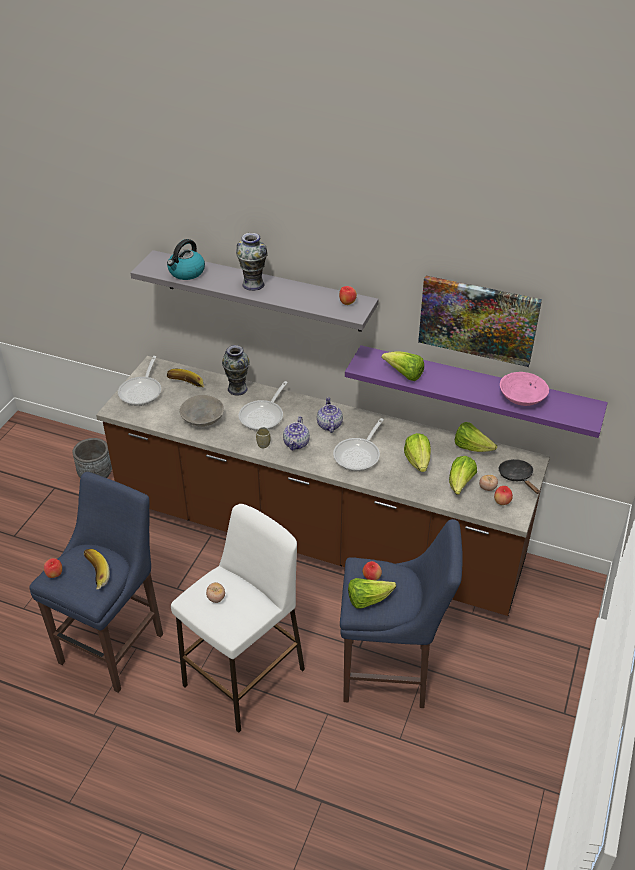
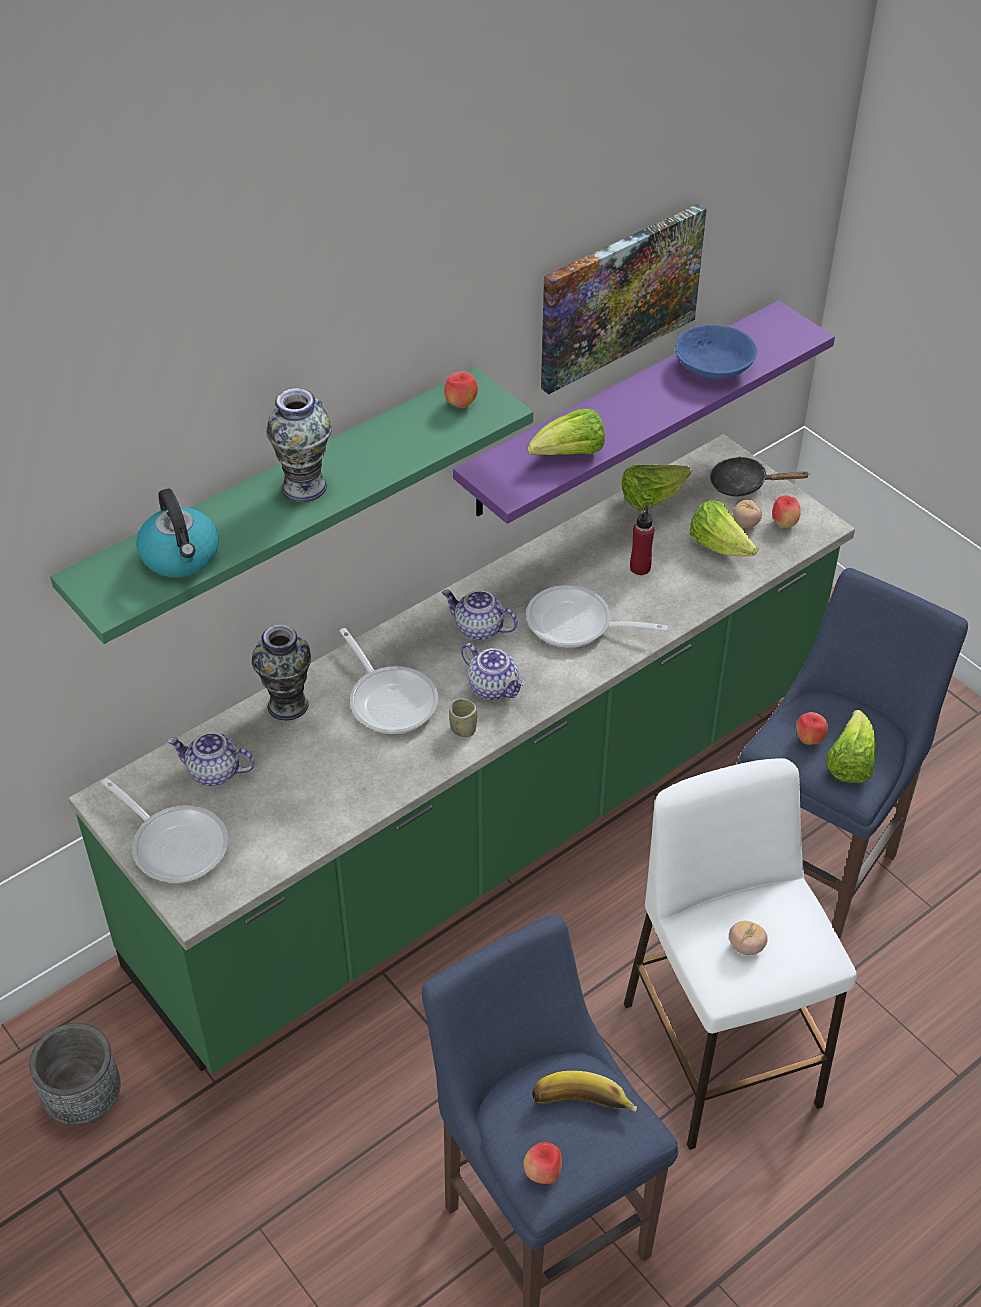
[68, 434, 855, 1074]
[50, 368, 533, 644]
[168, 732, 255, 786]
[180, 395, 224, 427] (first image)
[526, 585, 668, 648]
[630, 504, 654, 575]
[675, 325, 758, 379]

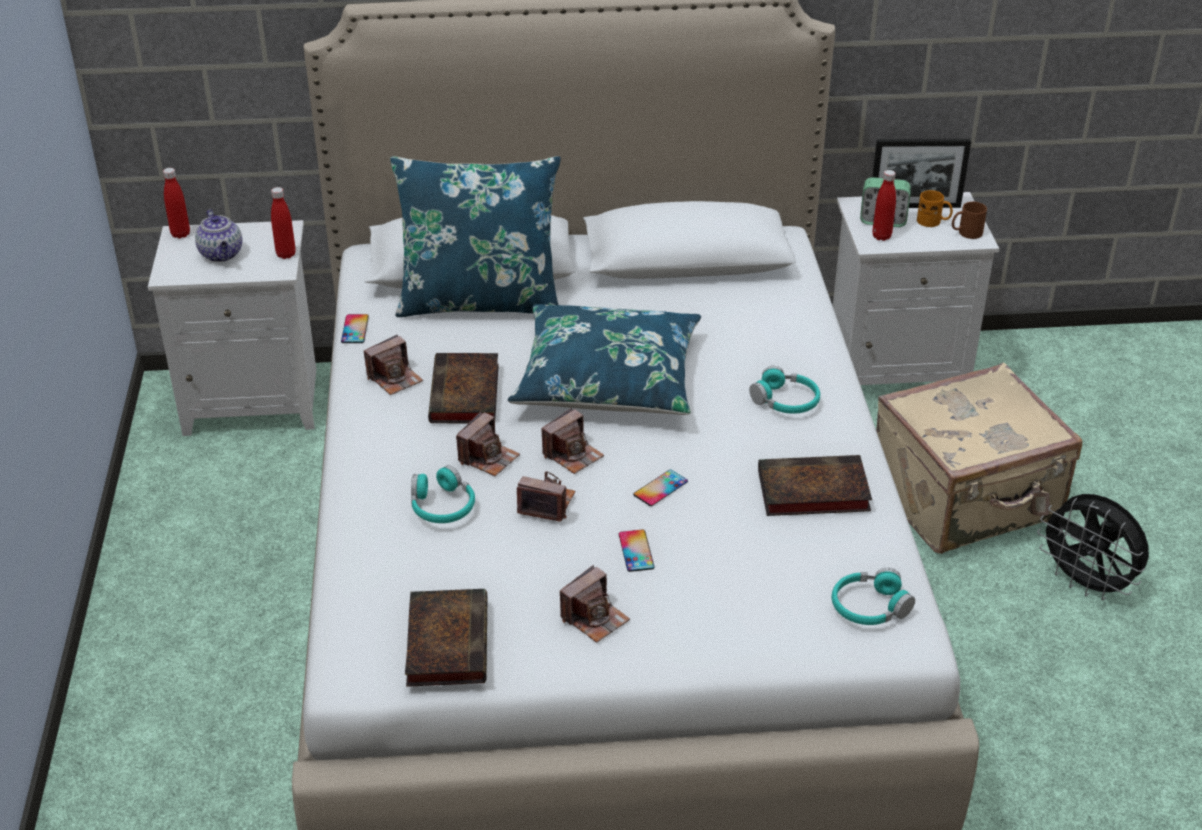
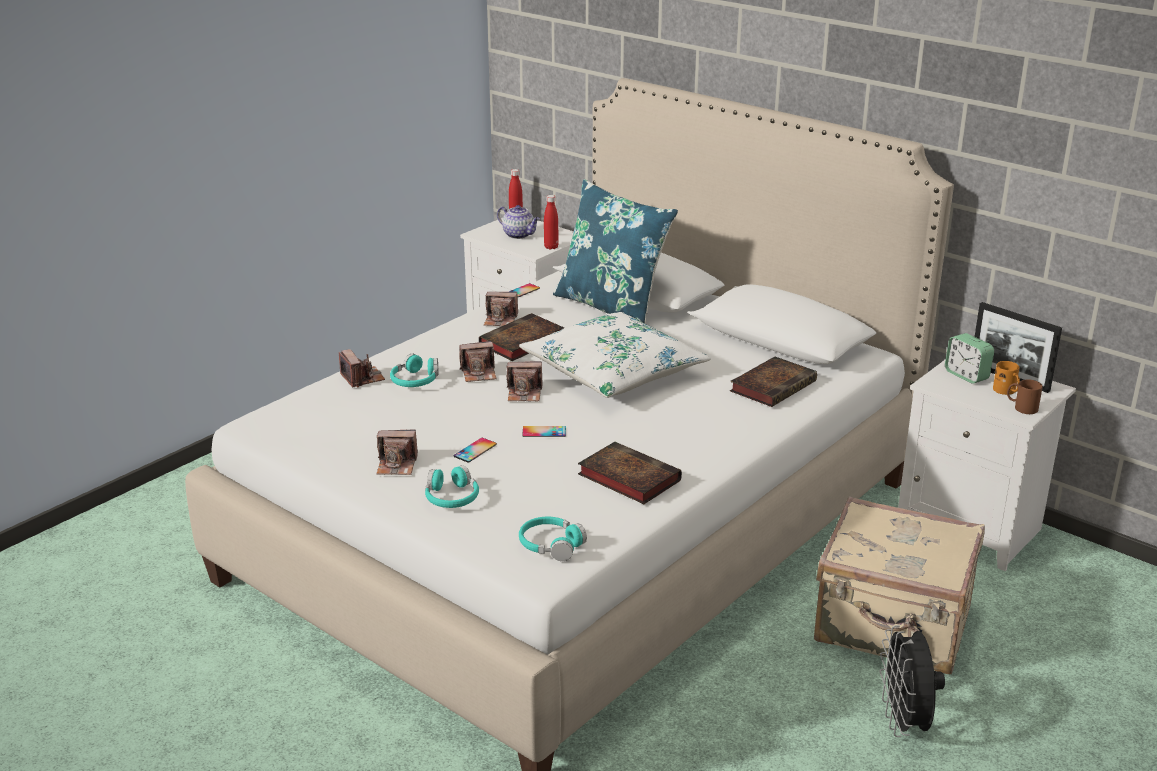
[497, 205, 540, 239]
[730, 357, 817, 407]
[519, 312, 711, 398]
[339, 349, 385, 387]
[425, 465, 479, 508]
[872, 170, 896, 241] (first image)

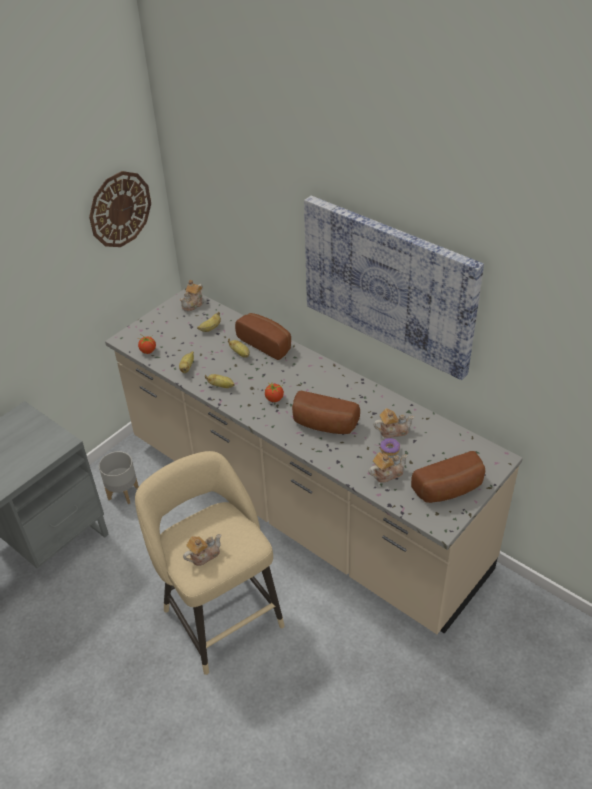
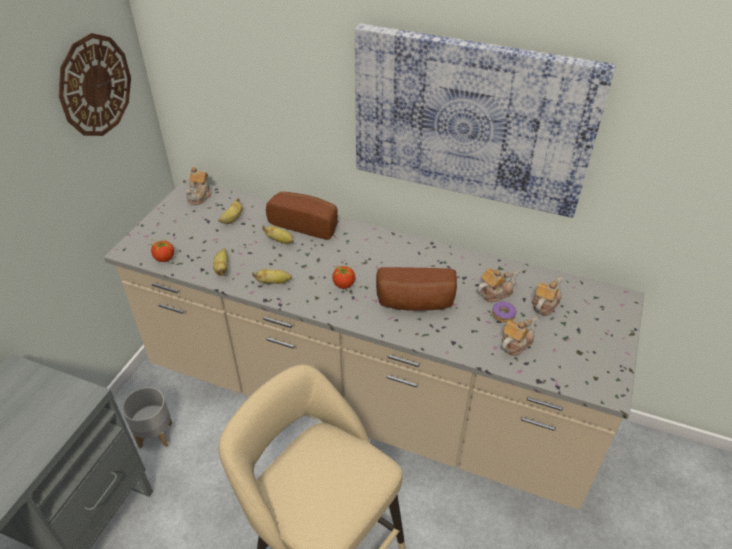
[531, 277, 562, 316]
[411, 451, 485, 503] (first image)

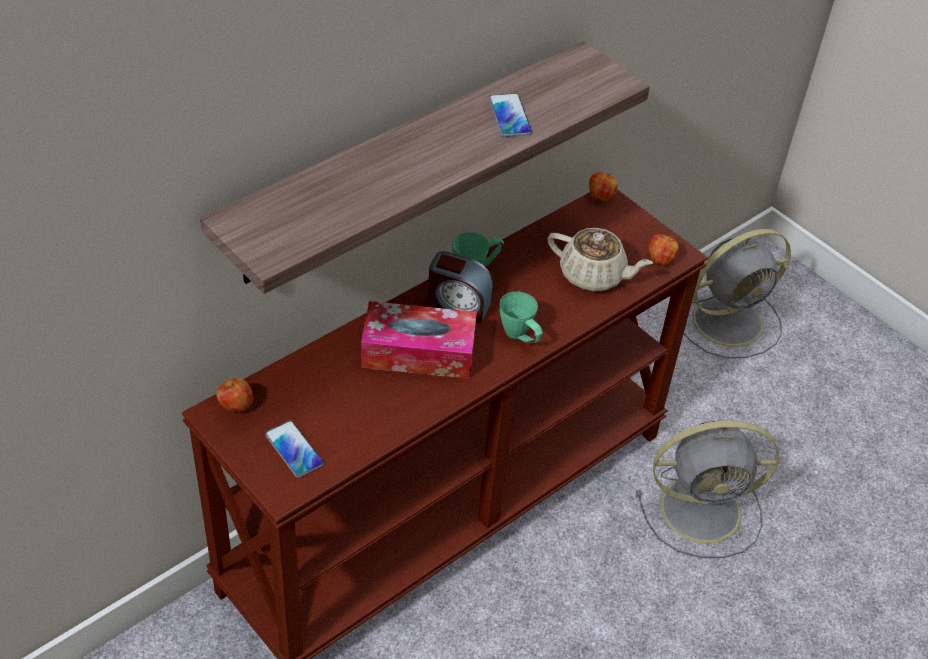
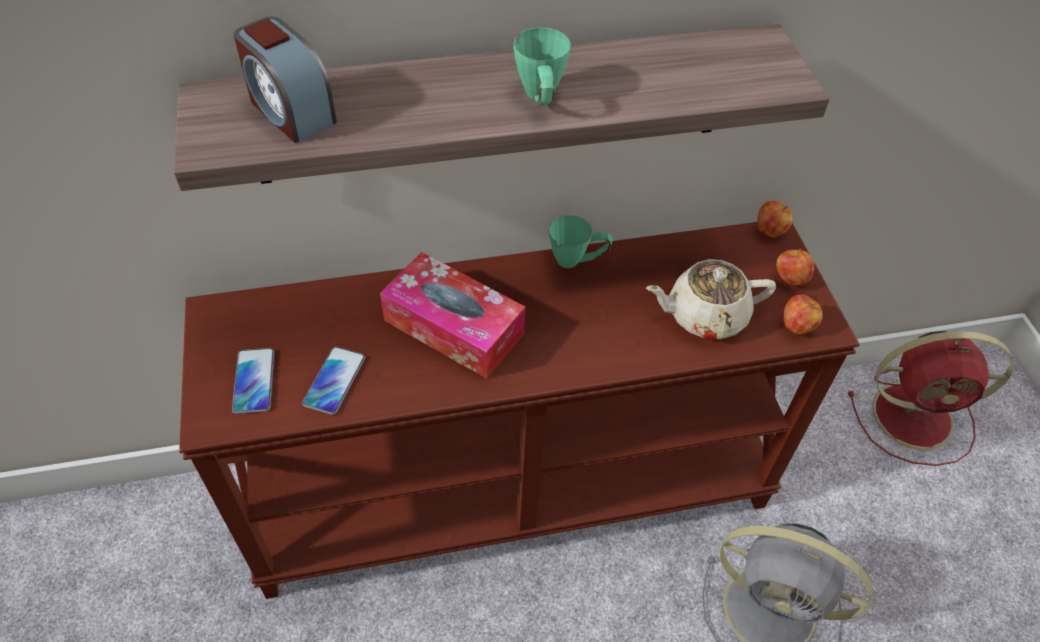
[776, 248, 814, 286]
[234, 17, 337, 143]
[302, 346, 365, 415]
[514, 27, 571, 106]
[646, 259, 776, 339]
[848, 331, 1014, 466]

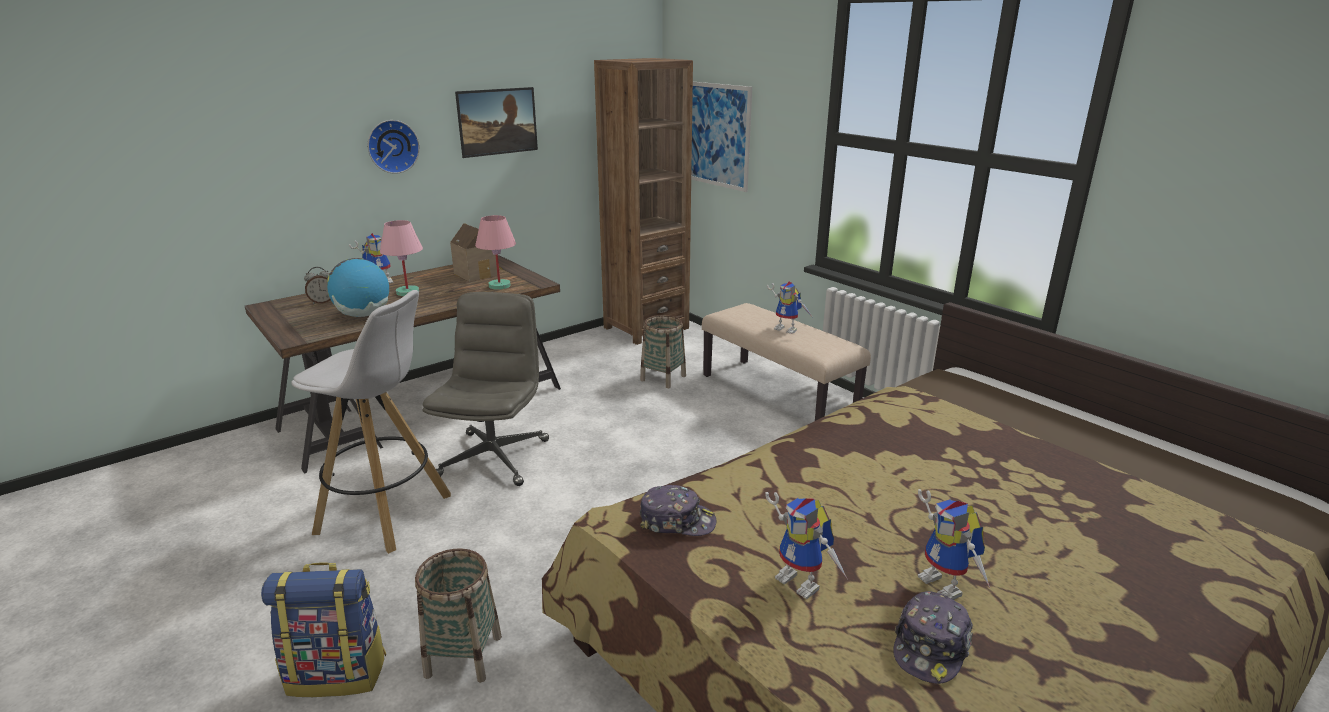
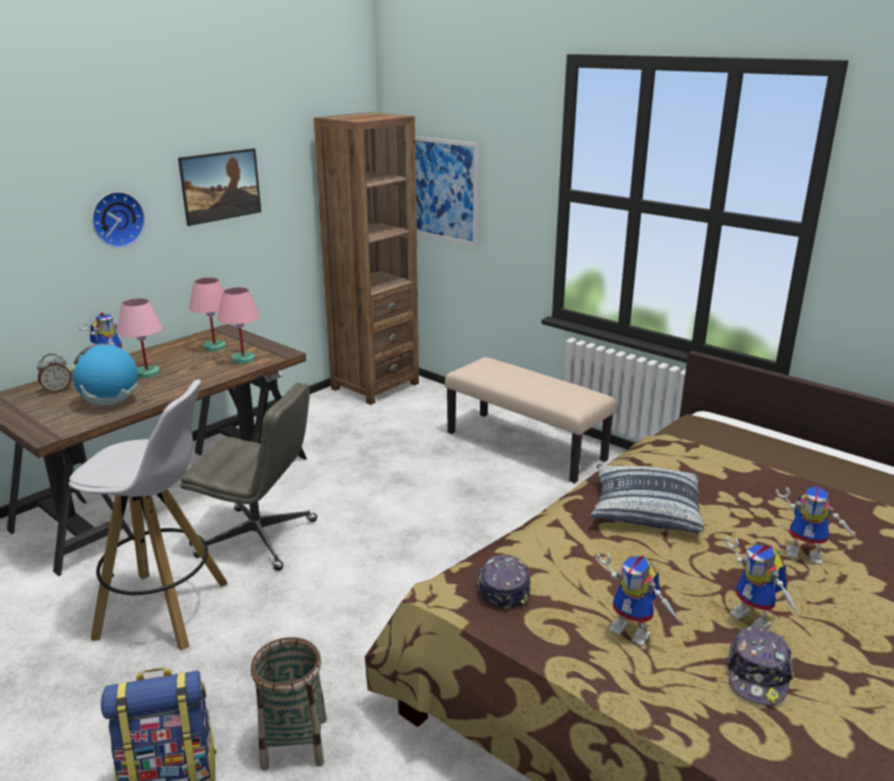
[180, 382, 317, 571]
[189, 277, 226, 351]
[640, 315, 686, 388] (first image)
[477, 554, 531, 609]
[776, 486, 857, 565]
[590, 464, 704, 532]

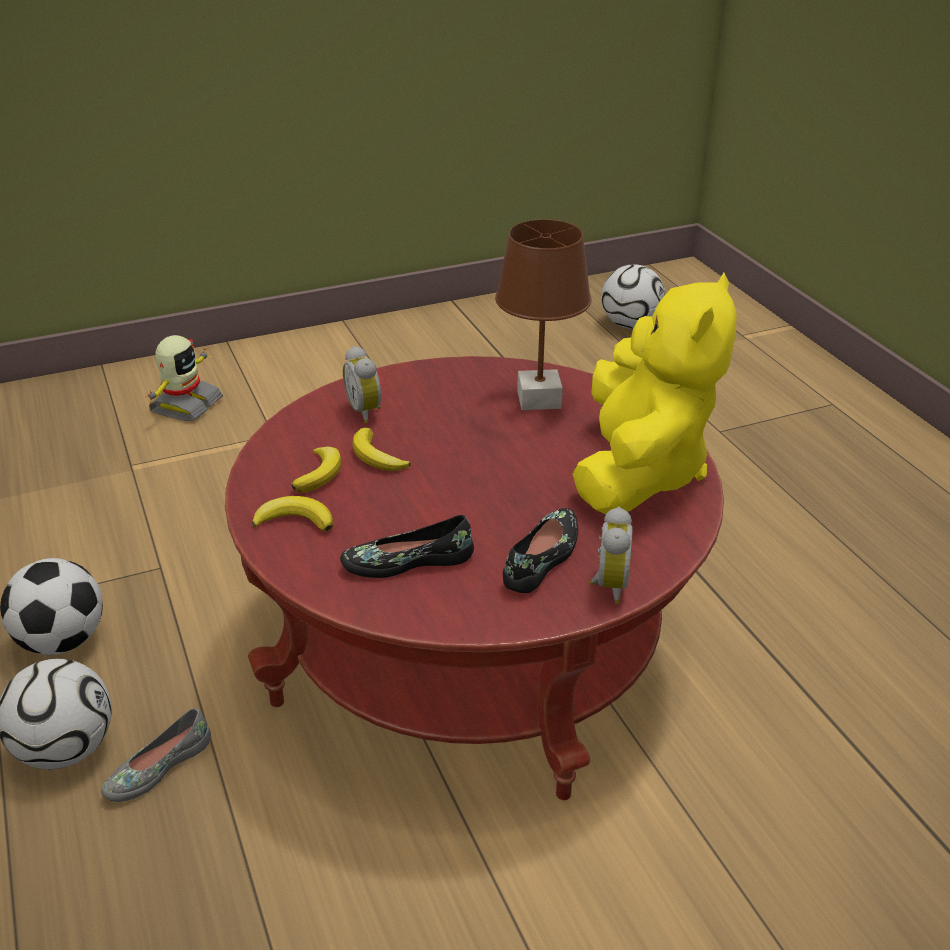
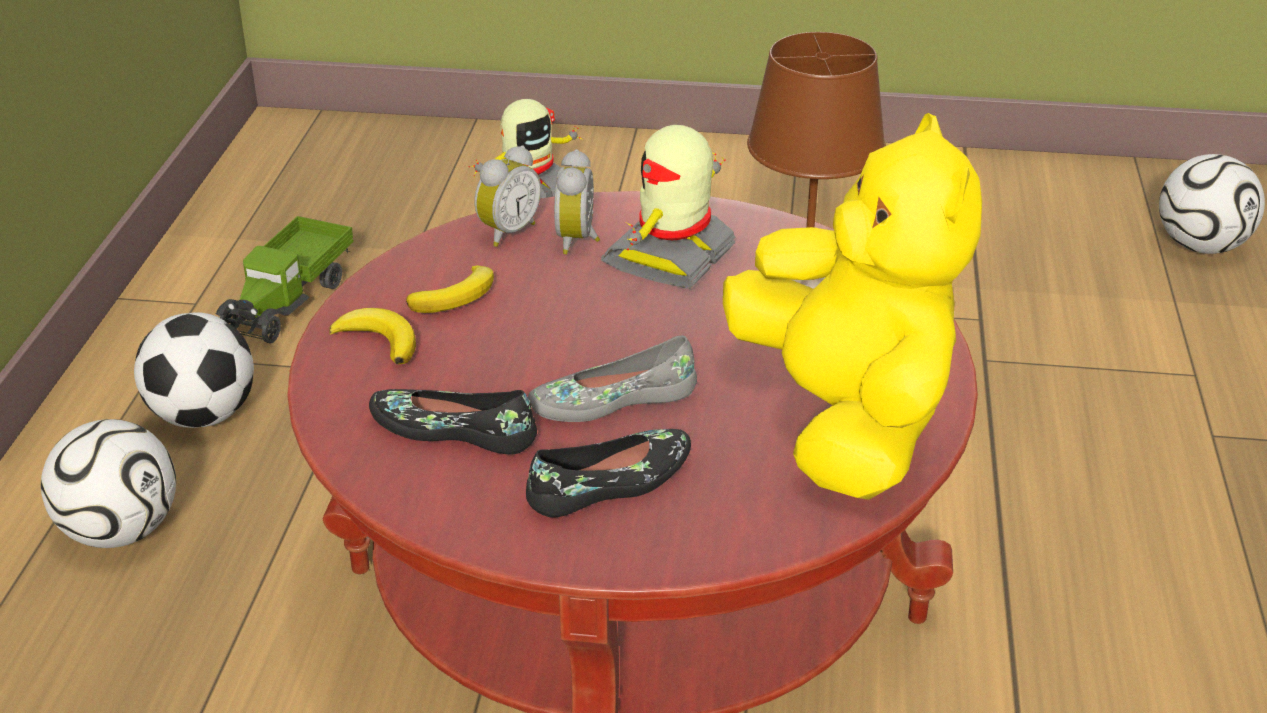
[528, 336, 697, 422]
[352, 427, 411, 471] (first image)
[723, 113, 982, 500]
[474, 145, 541, 247]
[216, 216, 354, 344]
[601, 125, 736, 289]

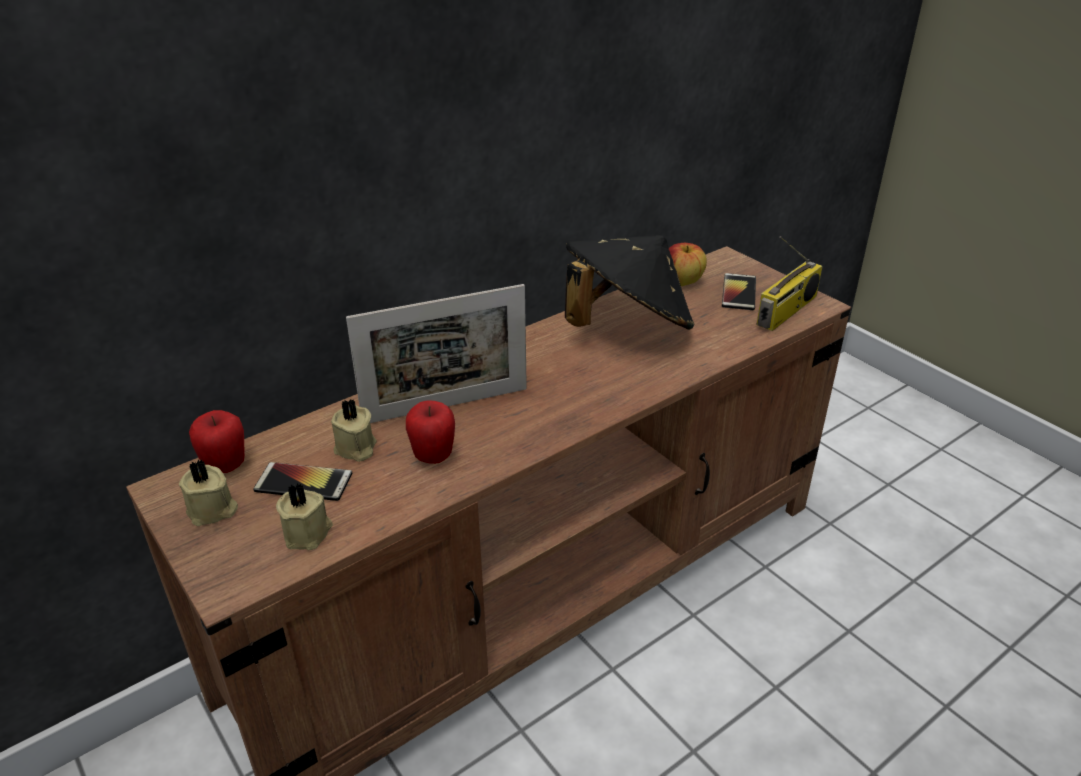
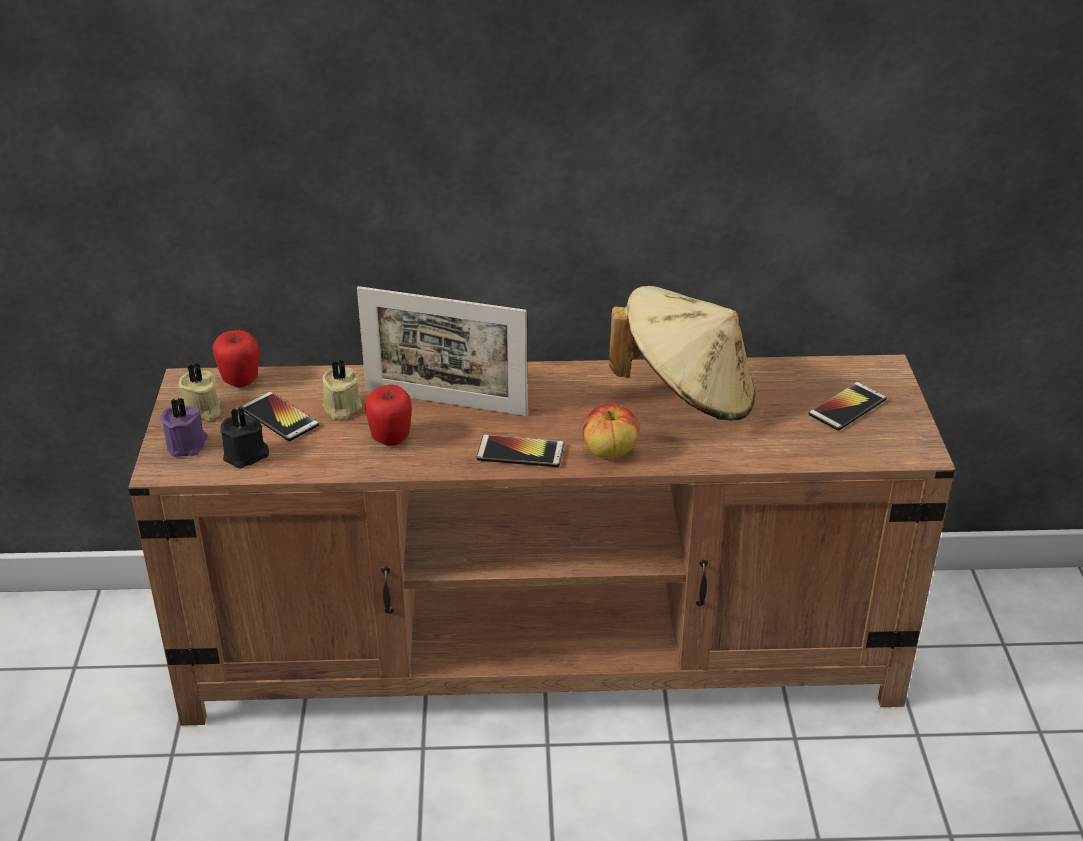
[220, 407, 269, 468]
[609, 286, 755, 421]
[582, 404, 639, 459]
[757, 236, 823, 331] (first image)
[160, 397, 208, 457]
[477, 435, 564, 467]

